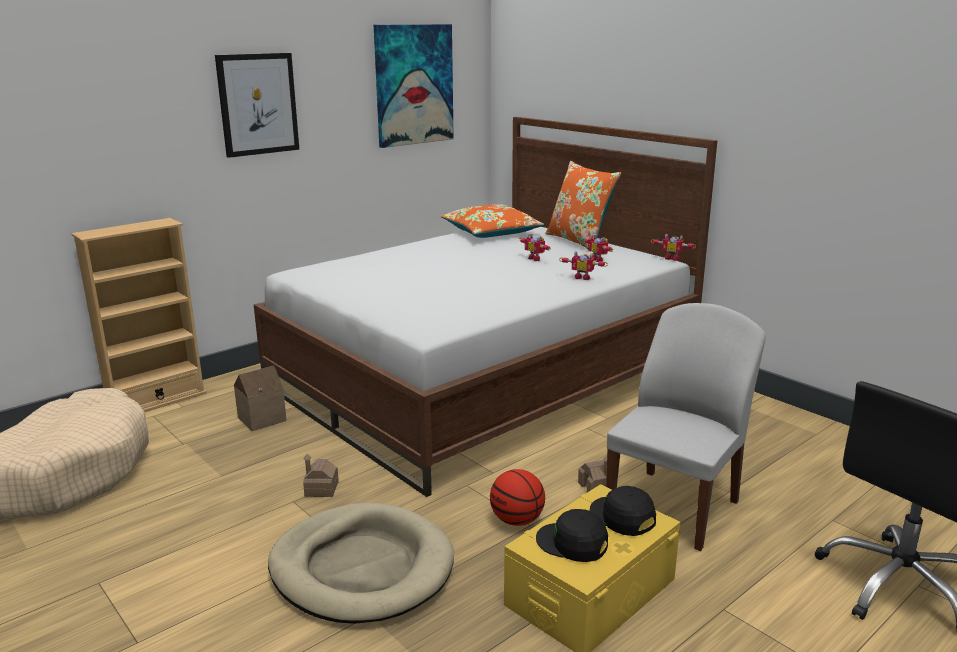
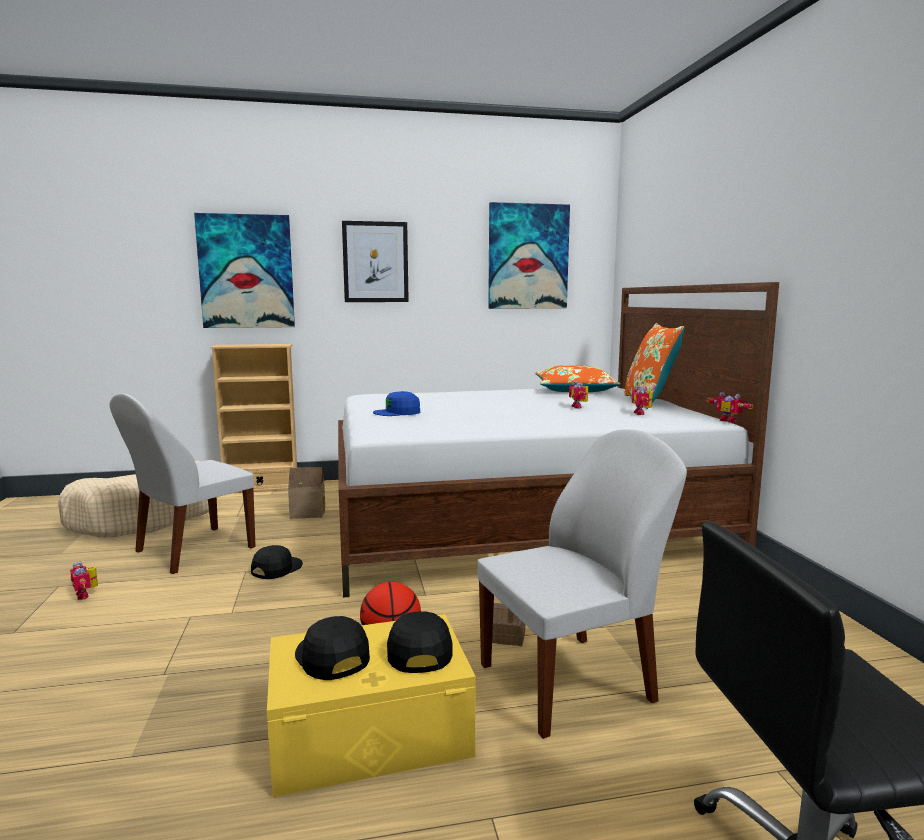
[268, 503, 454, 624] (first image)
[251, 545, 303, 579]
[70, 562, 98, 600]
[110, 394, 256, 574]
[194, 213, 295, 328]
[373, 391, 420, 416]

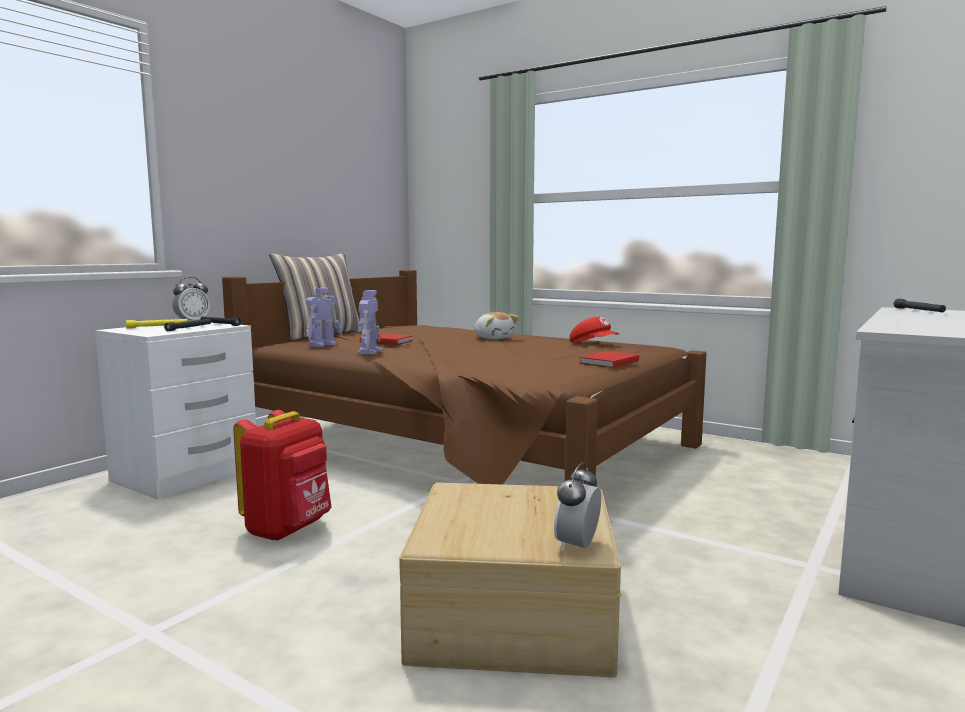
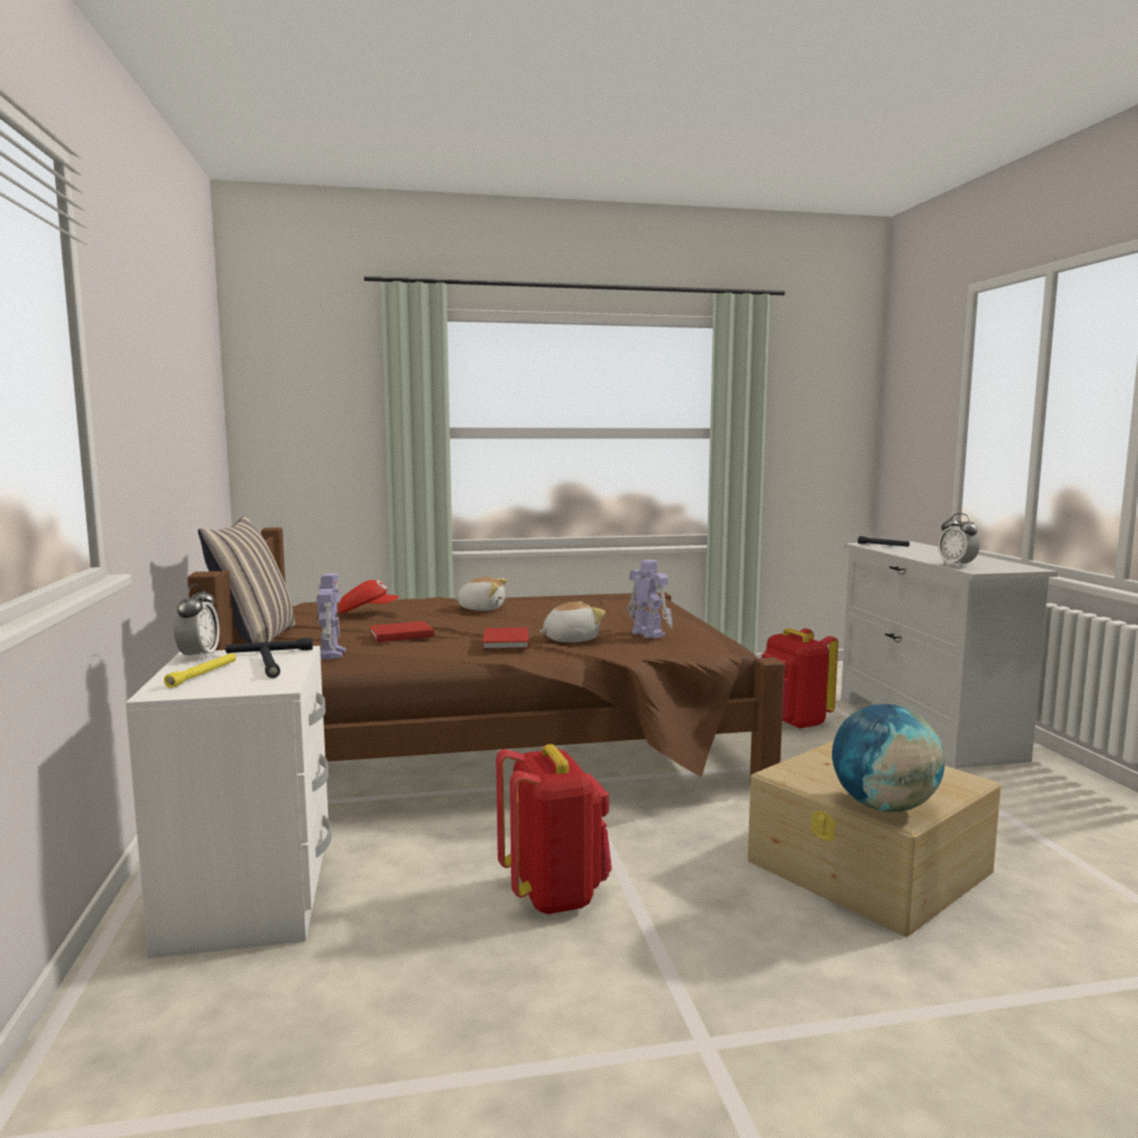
[628, 560, 673, 638]
[938, 513, 980, 567]
[338, 580, 400, 613]
[483, 627, 529, 650]
[539, 601, 606, 642]
[762, 628, 838, 729]
[832, 704, 944, 812]

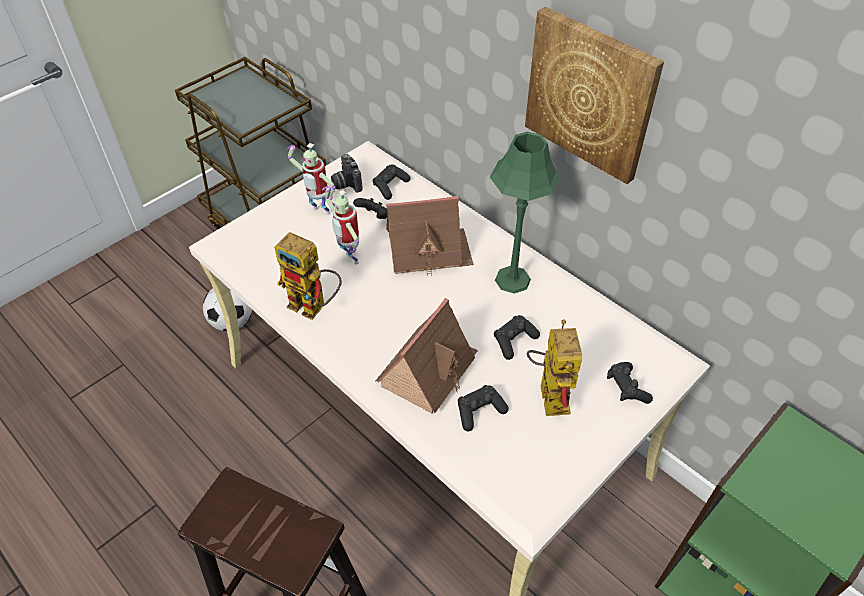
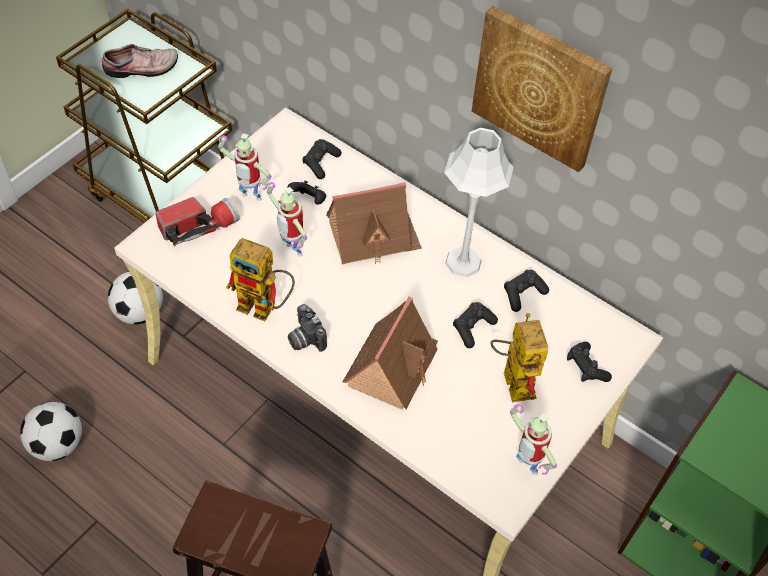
[288, 304, 327, 352]
[504, 270, 549, 312]
[444, 128, 514, 277]
[20, 402, 82, 461]
[102, 44, 178, 78]
[156, 197, 240, 246]
[510, 404, 557, 475]

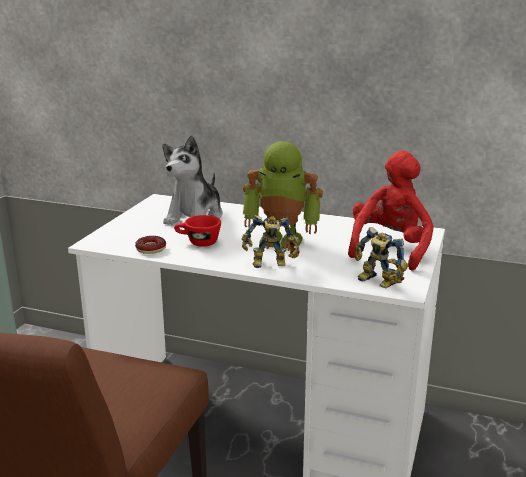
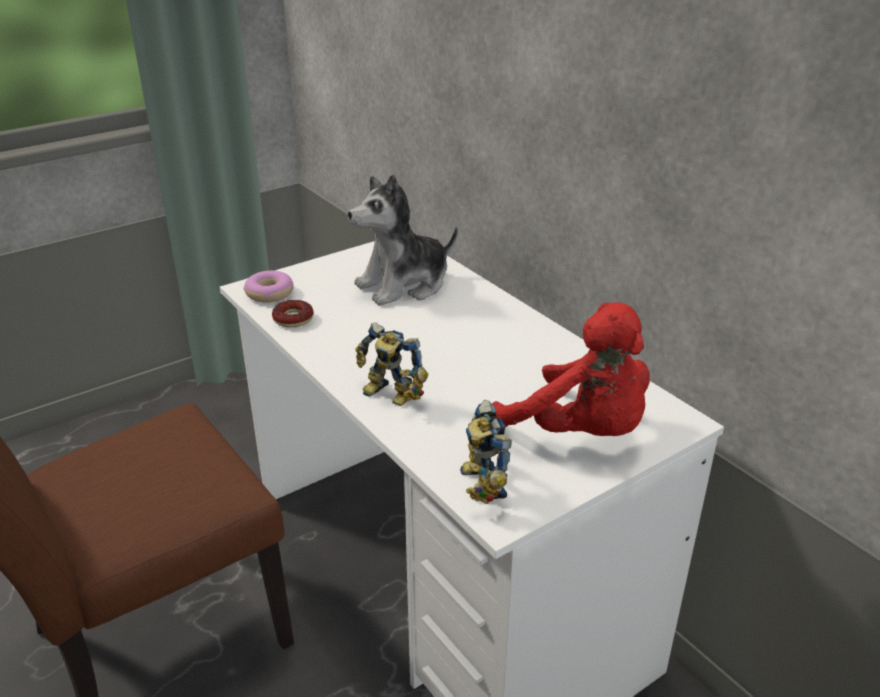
[174, 215, 221, 247] (first image)
[243, 141, 323, 251] (first image)
[492, 302, 650, 436]
[244, 271, 294, 303]

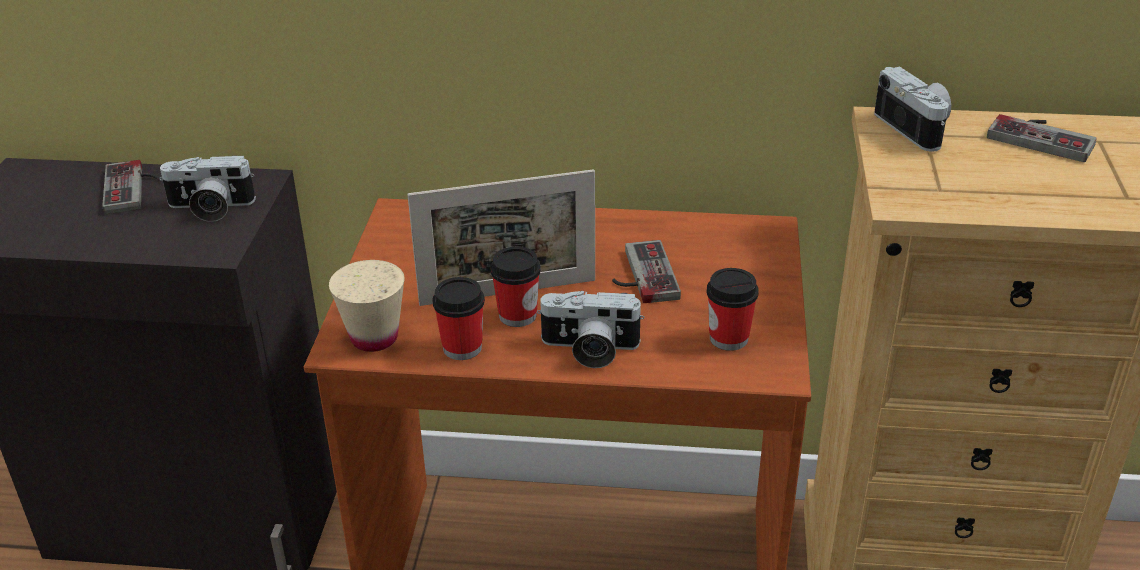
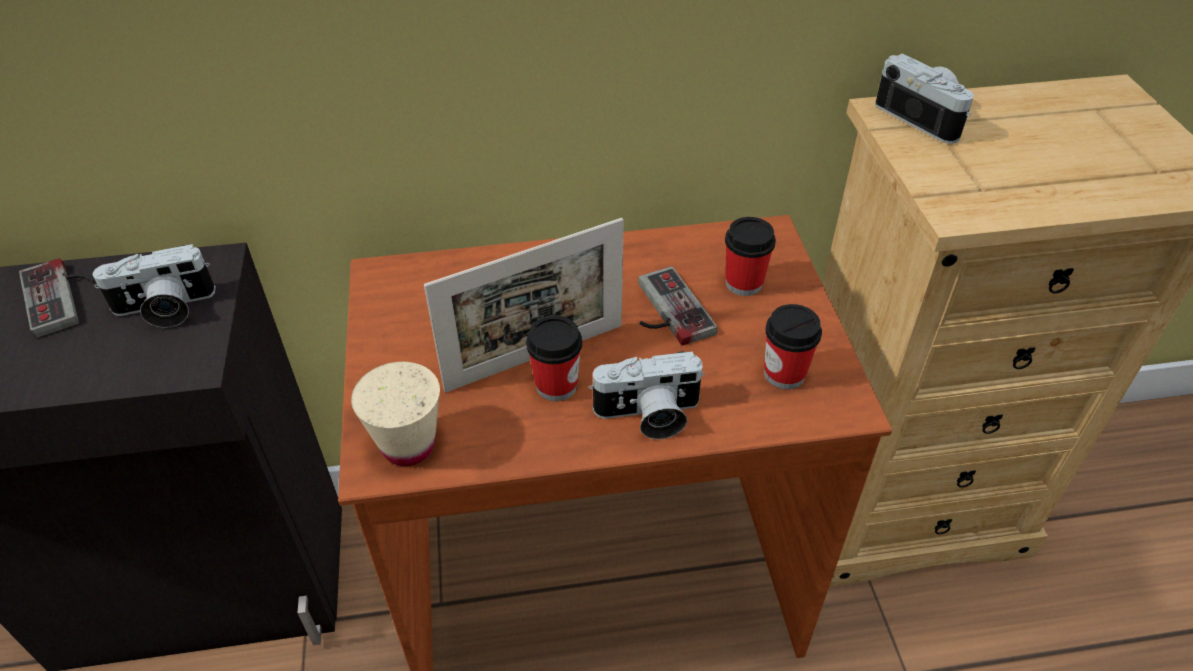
[725, 217, 776, 296]
[987, 114, 1097, 162] (first image)

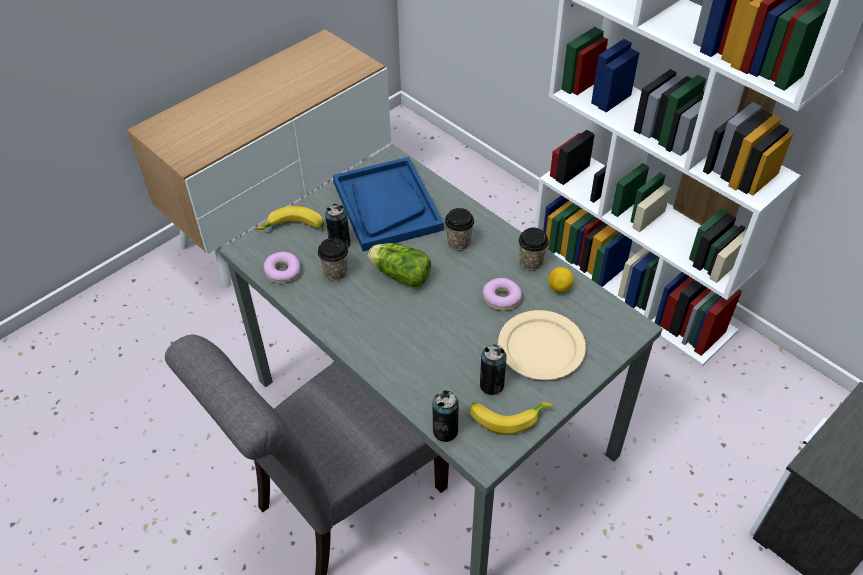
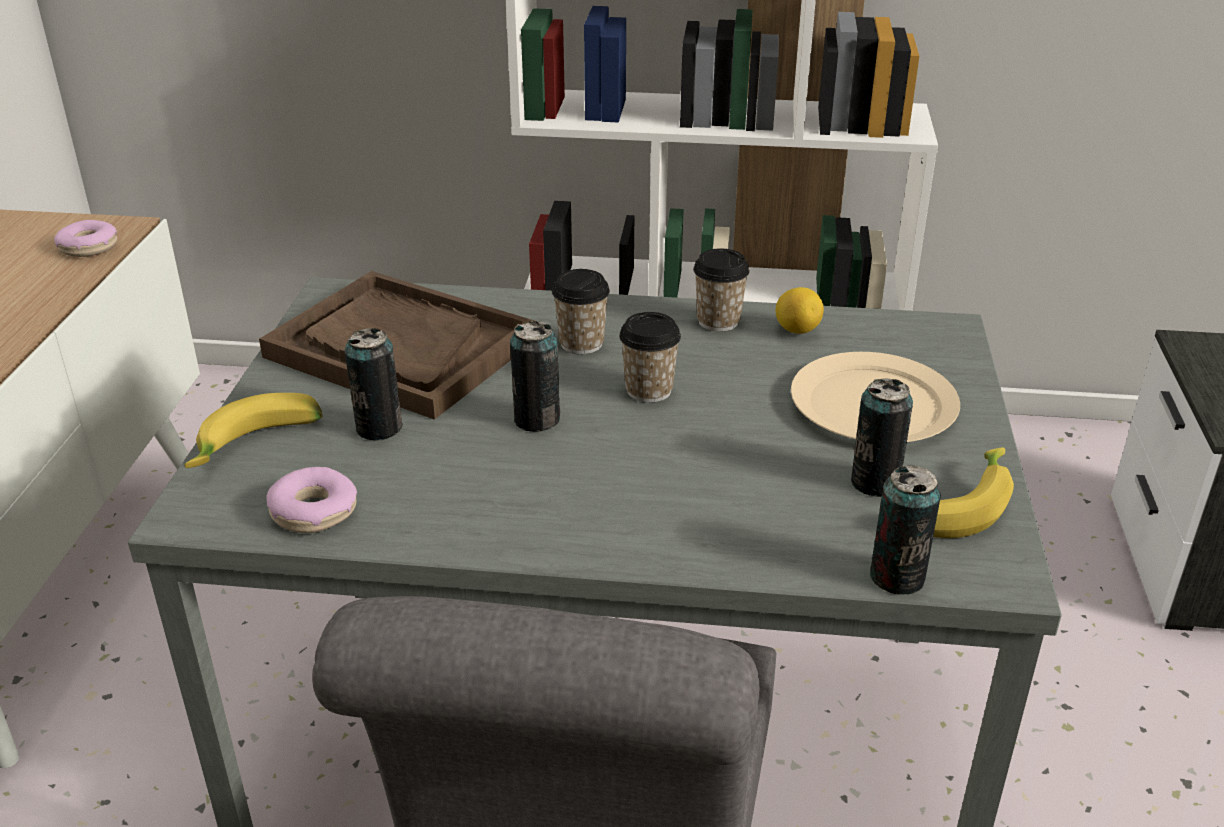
[619, 312, 681, 403]
[259, 271, 534, 420]
[510, 321, 560, 432]
[54, 220, 117, 257]

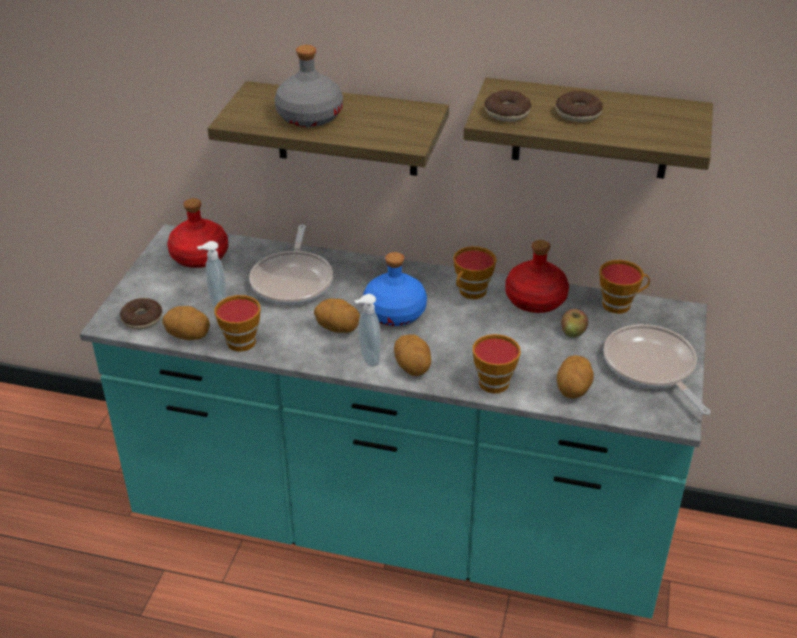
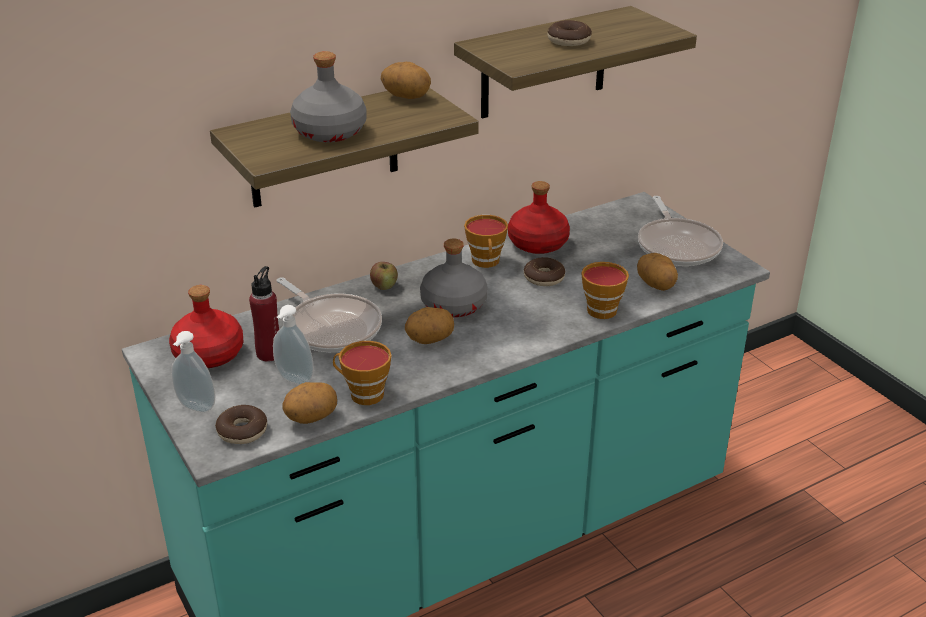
[171, 331, 215, 413]
[420, 239, 488, 317]
[381, 62, 431, 99]
[524, 257, 565, 286]
[370, 262, 398, 290]
[599, 260, 650, 314] (first image)
[638, 196, 723, 266]
[249, 266, 279, 361]

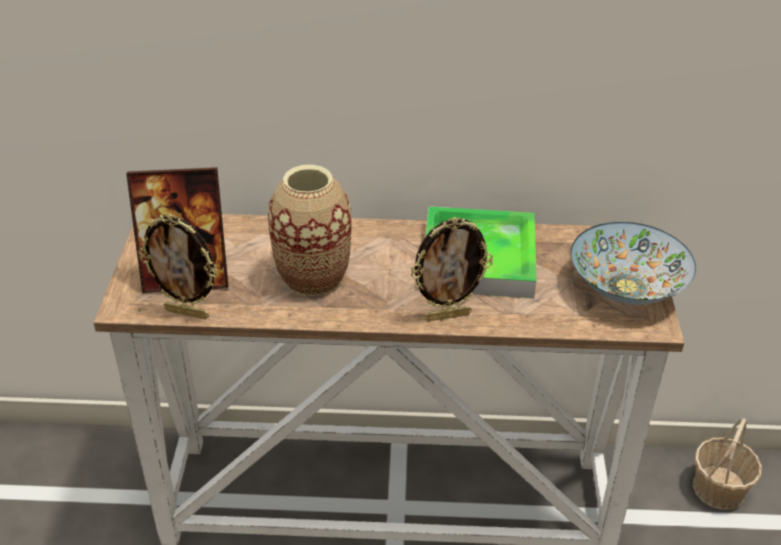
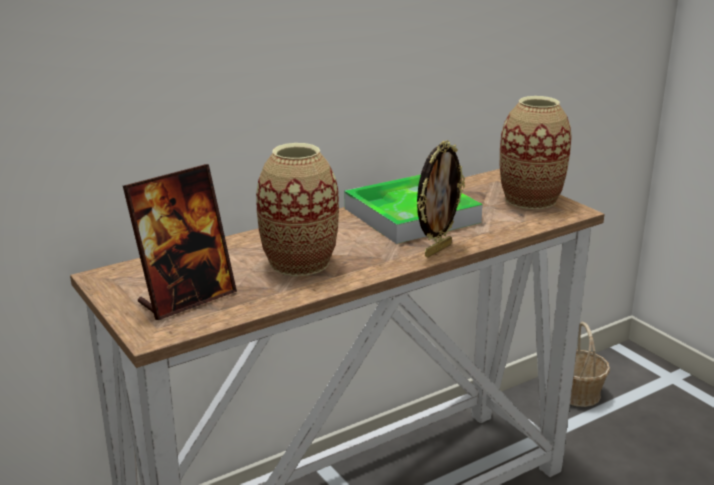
[138, 214, 218, 319] (first image)
[500, 96, 572, 209]

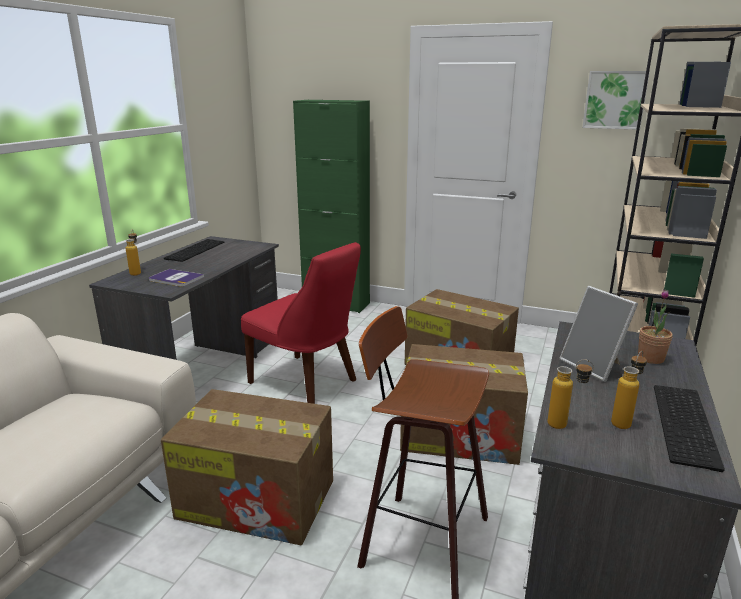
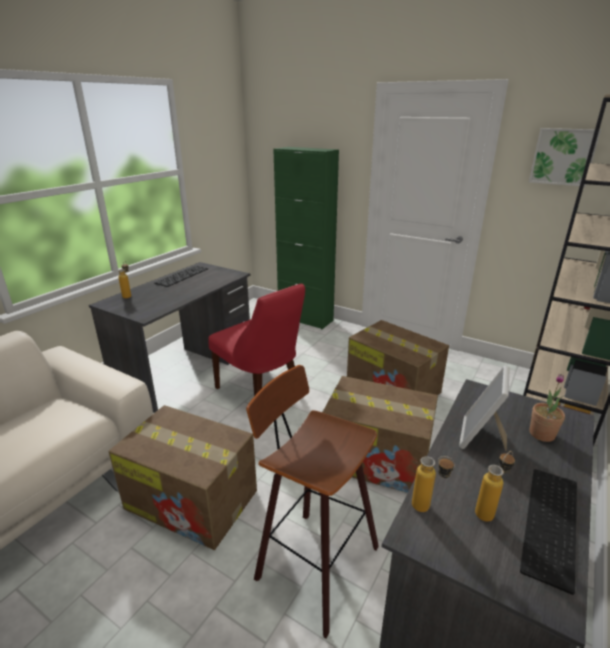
[149, 269, 204, 287] (first image)
[459, 366, 510, 451]

